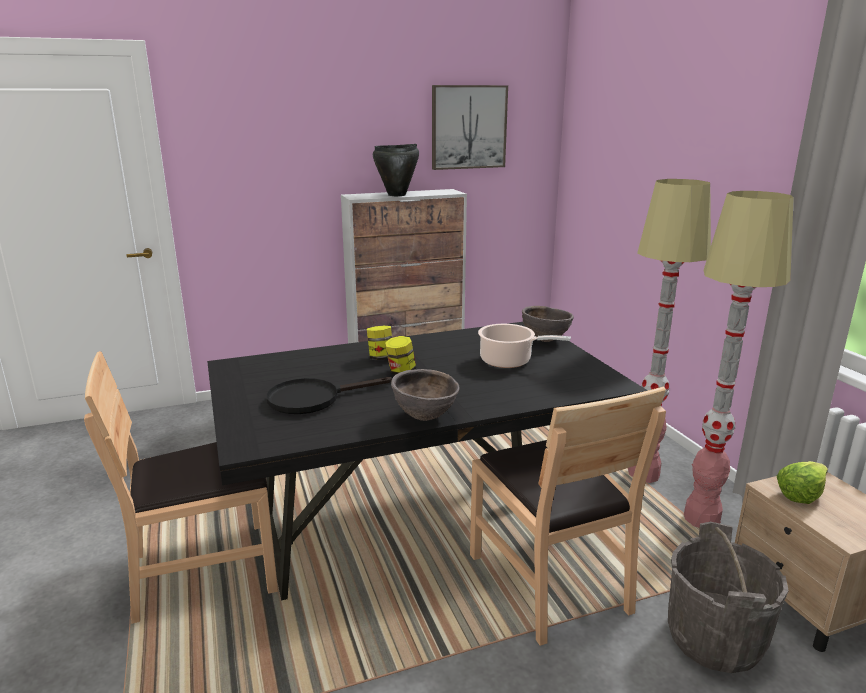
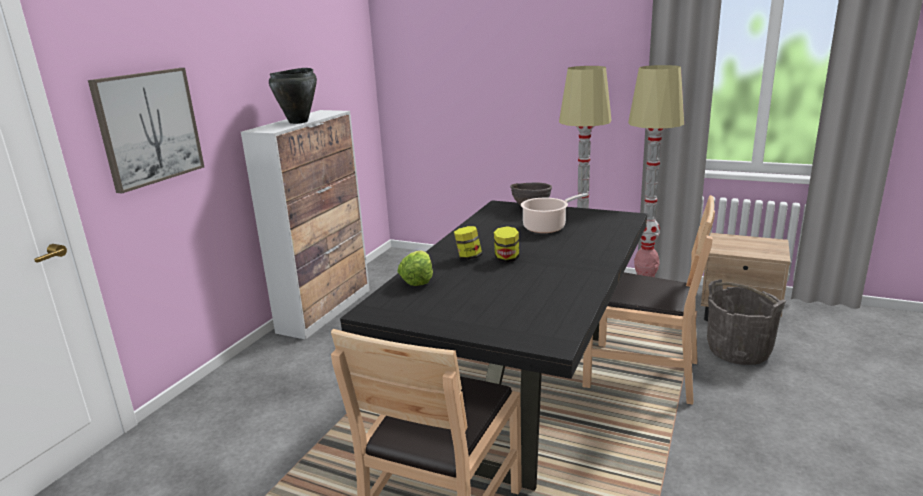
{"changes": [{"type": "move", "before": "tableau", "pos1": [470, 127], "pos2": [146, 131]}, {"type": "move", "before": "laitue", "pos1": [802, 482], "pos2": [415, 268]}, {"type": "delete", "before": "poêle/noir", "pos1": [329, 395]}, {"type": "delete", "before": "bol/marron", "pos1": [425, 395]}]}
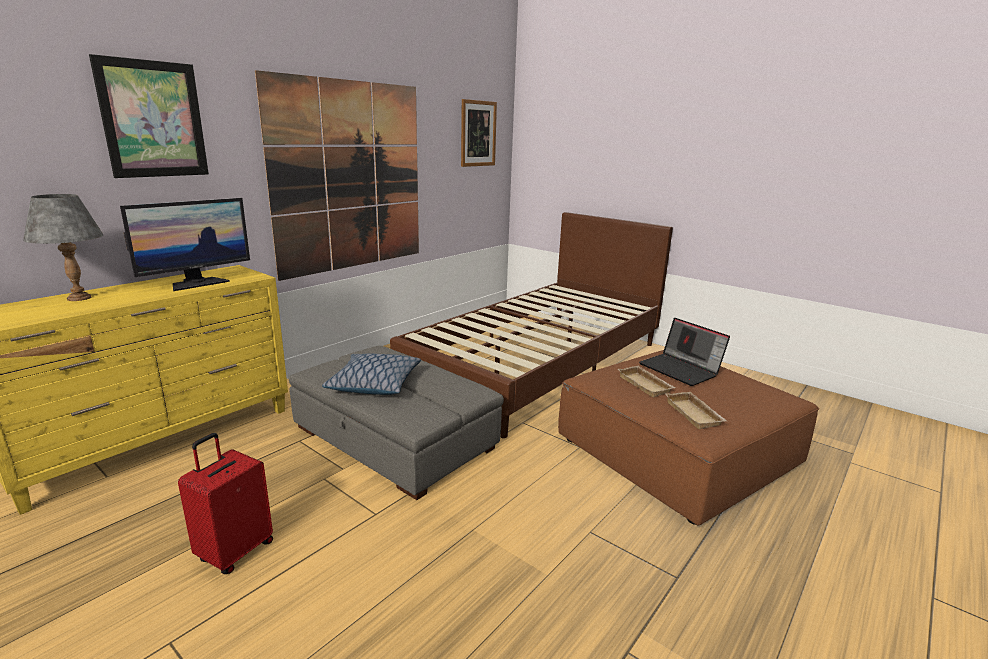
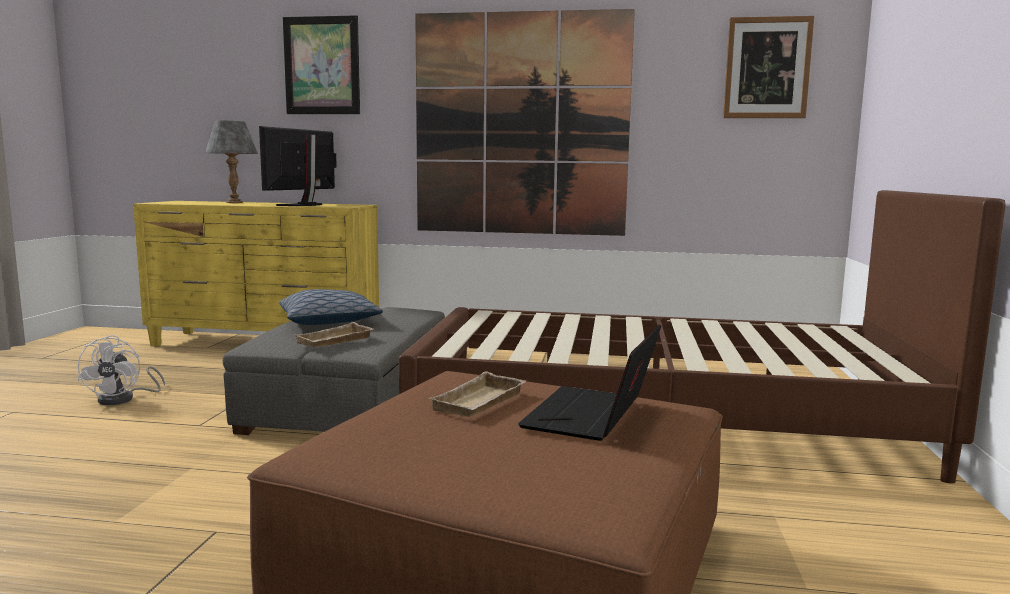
{"changes": [{"type": "replace", "before": "valise/rouge", "after": "ventilateur/blanc", "pos1": [225, 503], "pos2": [121, 370]}, {"type": "rotate", "before": "écran d'ordinateur", "pos1": [185, 244], "pos2": [298, 166], "turn": 105}, {"type": "move", "before": "plateau/beige", "pos1": [696, 410], "pos2": [333, 335]}]}
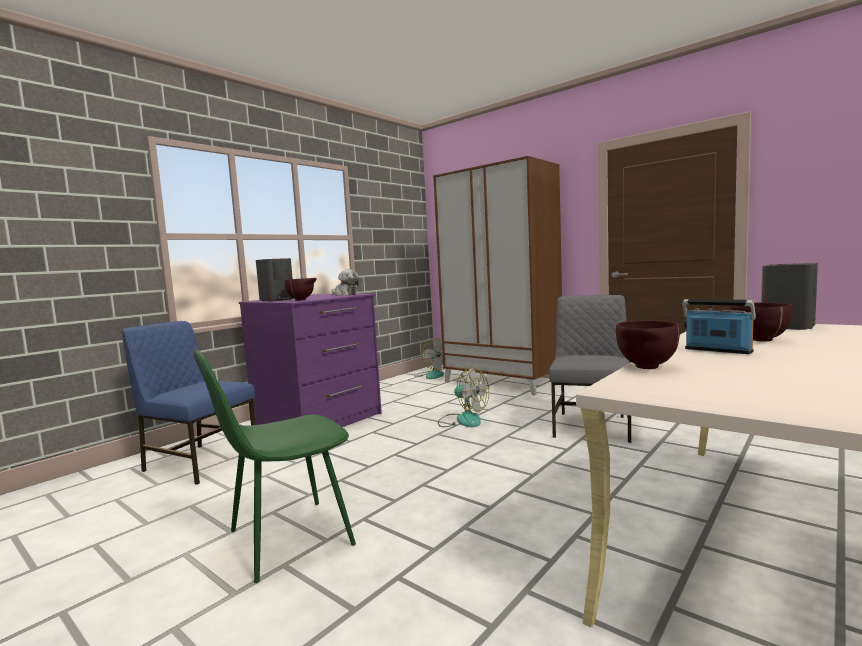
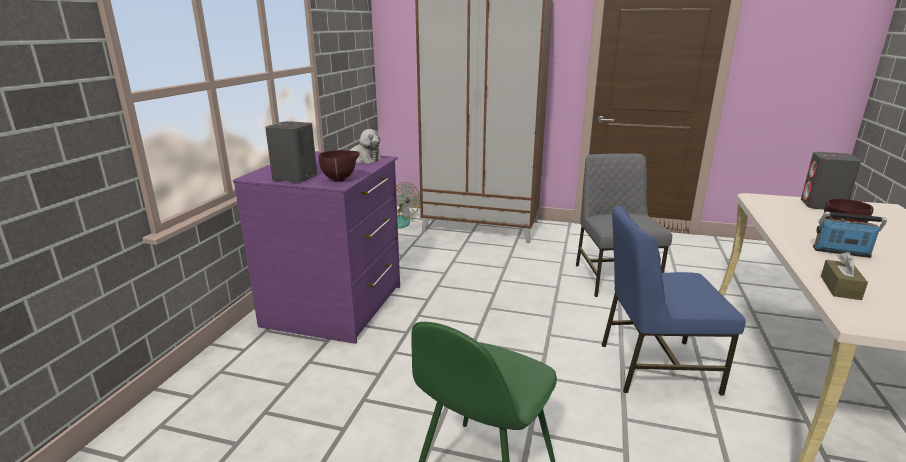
{"changes": [{"type": "move", "before": "chaise/bleu", "pos1": [188, 403], "pos2": [674, 301]}, {"type": "replace", "before": "bol/marron", "after": "boîte à mouchoirs/marron", "pos1": [648, 344], "pos2": [844, 276]}, {"type": "delete", "before": "ventilateur", "pos1": [463, 397]}]}
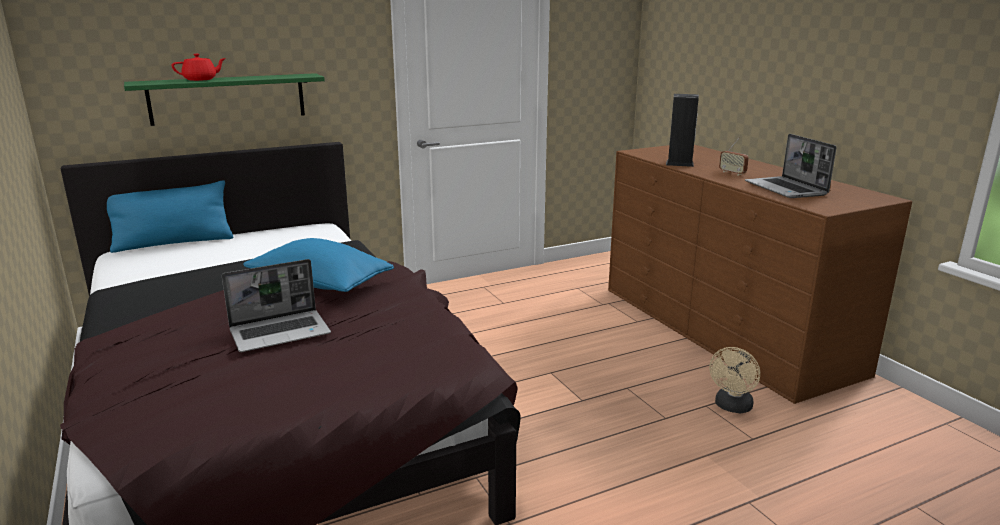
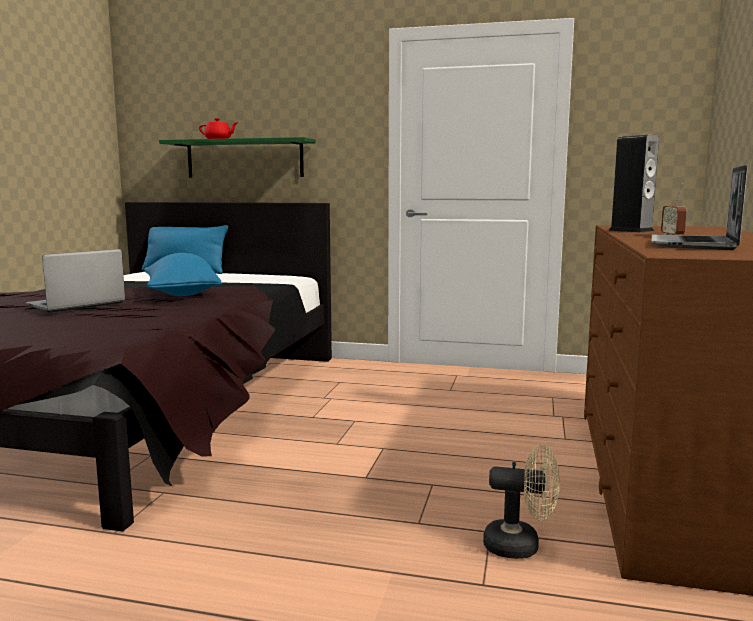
{"changes": [{"type": "rotate", "before": "ordinateur portable", "pos1": [276, 305], "pos2": [75, 281], "turn": 120}, {"type": "rotate", "before": "ventilateur/beige", "pos1": [734, 380], "pos2": [521, 502], "turn": -150}]}
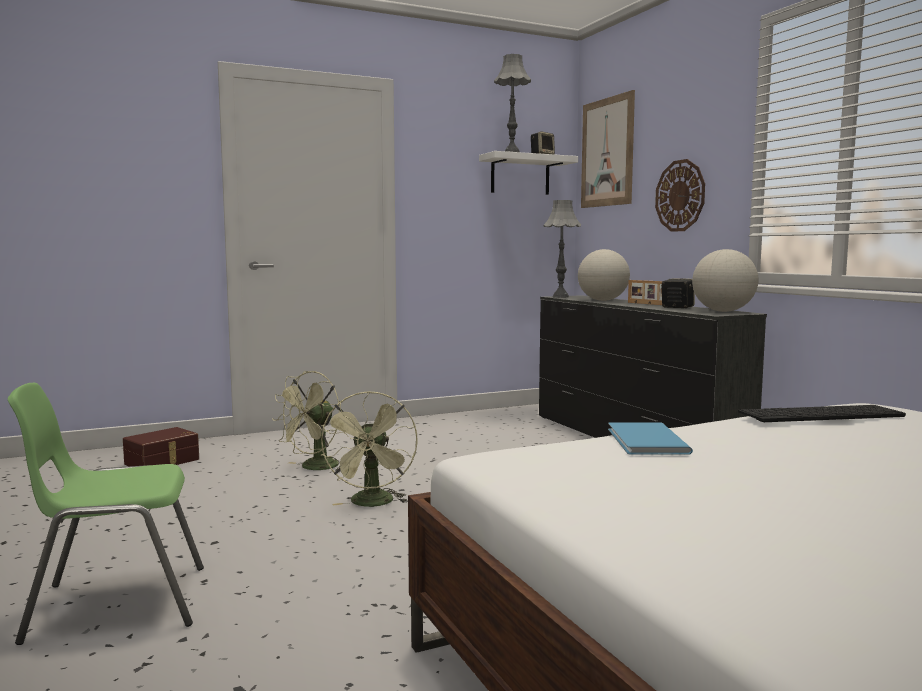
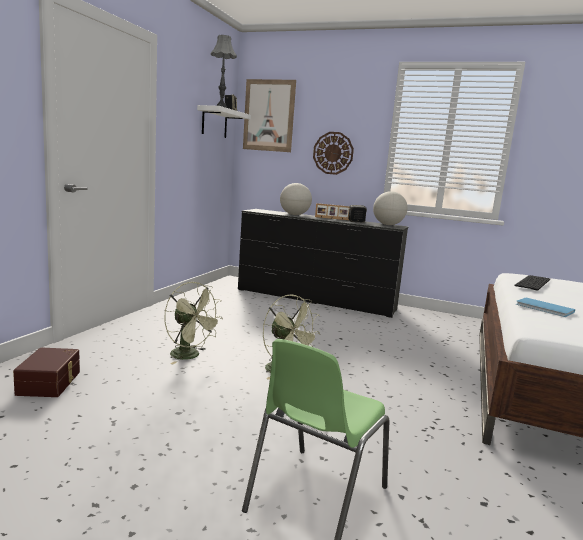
{"changes": [{"type": "rotate", "before": "ventilateur/vert", "pos1": [306, 421], "pos2": [193, 323], "turn": -45}, {"type": "delete", "before": "lampe de table/gris", "pos1": [562, 249]}]}
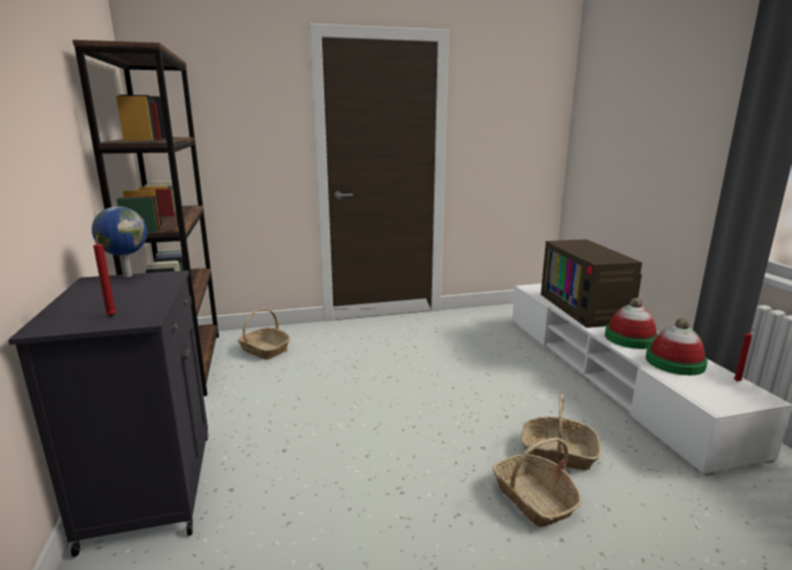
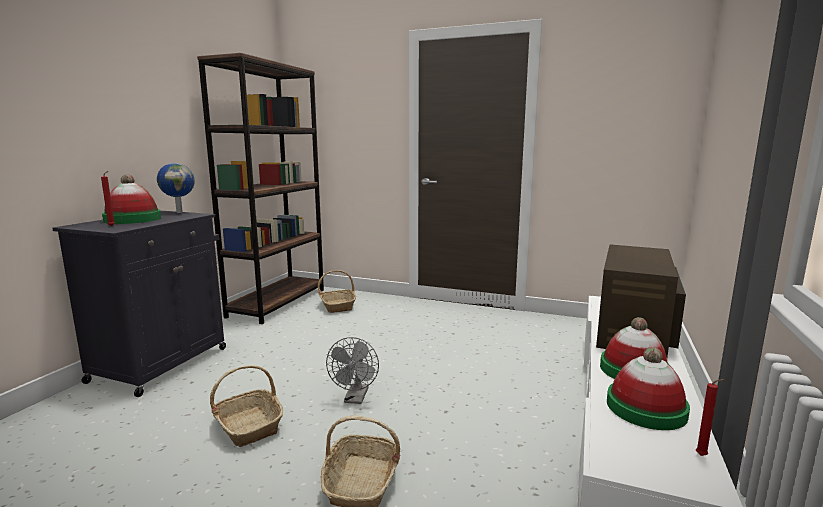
{"changes": [{"type": "insert", "after": "chapeau", "pos2": [131, 199]}, {"type": "move", "before": "panier", "pos1": [561, 432], "pos2": [246, 406]}, {"type": "insert", "after": "ventilateur/gris", "pos2": [352, 370]}]}
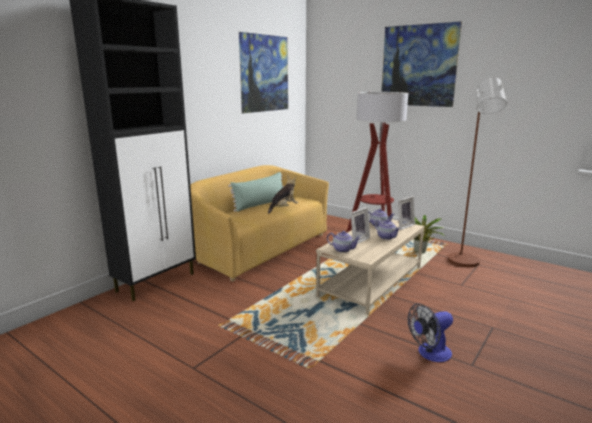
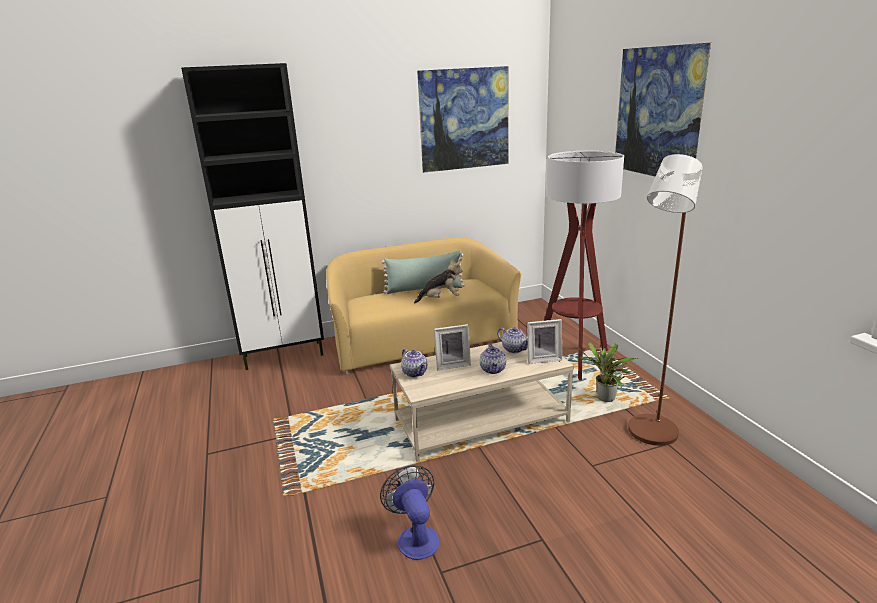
{"changes": [{"type": "rotate", "before": "ventilateur", "pos1": [430, 333], "pos2": [409, 512], "turn": 60}]}
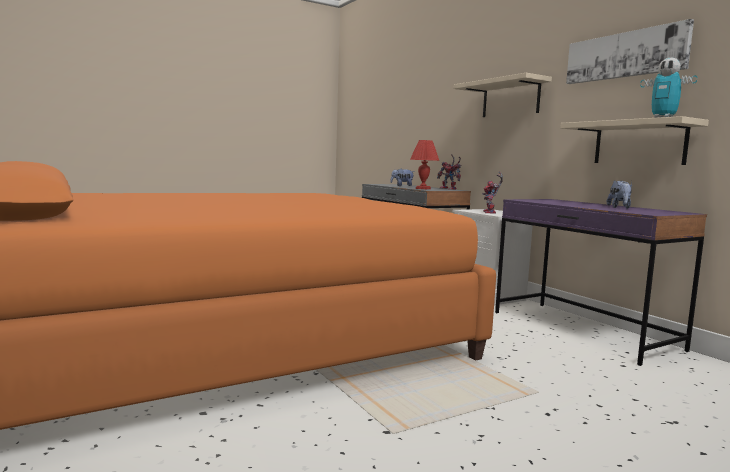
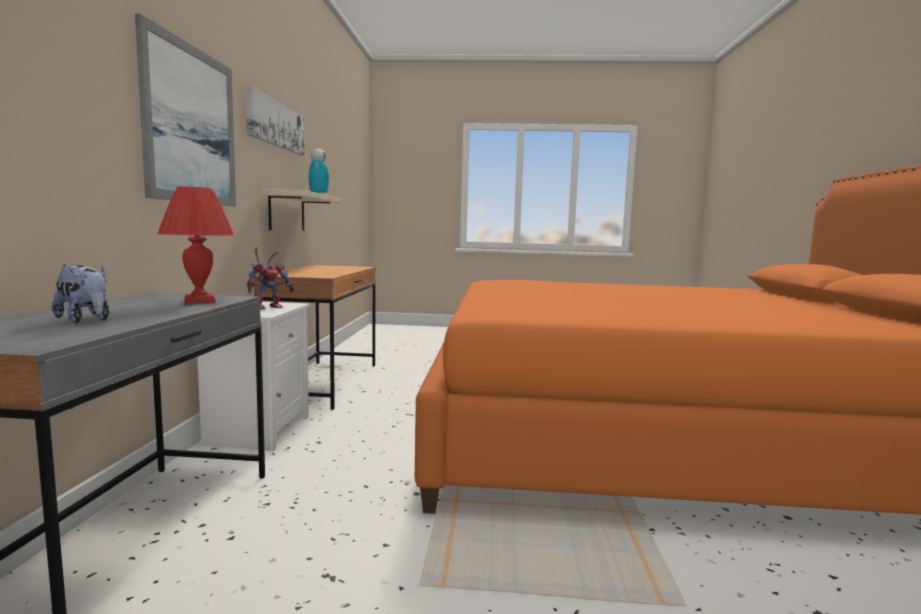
{"changes": [{"type": "replace", "before": "étagère/beige", "after": "tableau", "pos1": [503, 95], "pos2": [185, 110]}, {"type": "recolor", "before": "bureau/violet", "after": "bureau/marron", "pos1": [601, 282], "pos2": [315, 337]}, {"type": "delete", "before": "robot jouet", "pos1": [449, 172]}, {"type": "delete", "before": "peluche", "pos1": [619, 194]}]}
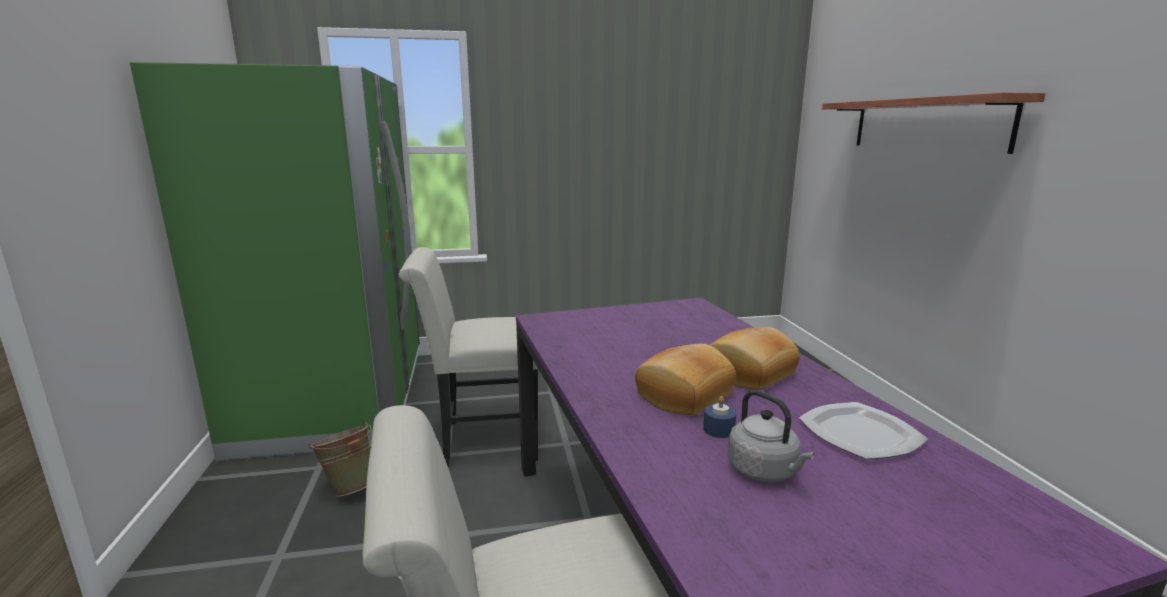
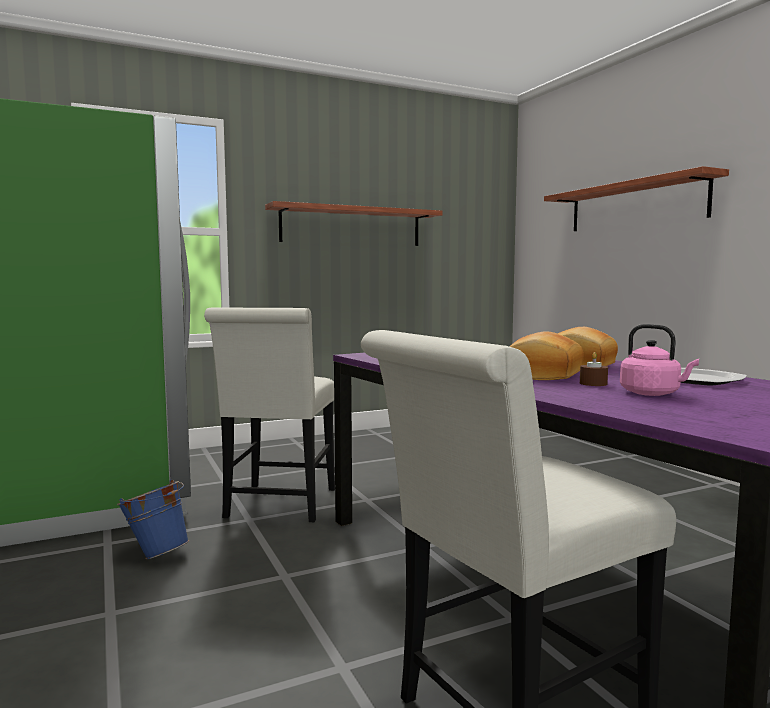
{"changes": [{"type": "recolor", "before": "seau/vert", "after": "seau/bleu", "pos1": [340, 459], "pos2": [153, 519]}, {"type": "rotate", "before": "chaise/blanc", "pos1": [468, 357], "pos2": [269, 414], "turn": -60}, {"type": "insert", "after": "étagère", "pos2": [354, 223]}, {"type": "recolor", "before": "bougie/bleu", "after": "bougie/marron", "pos1": [719, 417], "pos2": [594, 369]}, {"type": "recolor", "before": "bouilloire/gris", "after": "bouilloire/rose", "pos1": [771, 436], "pos2": [659, 360]}]}
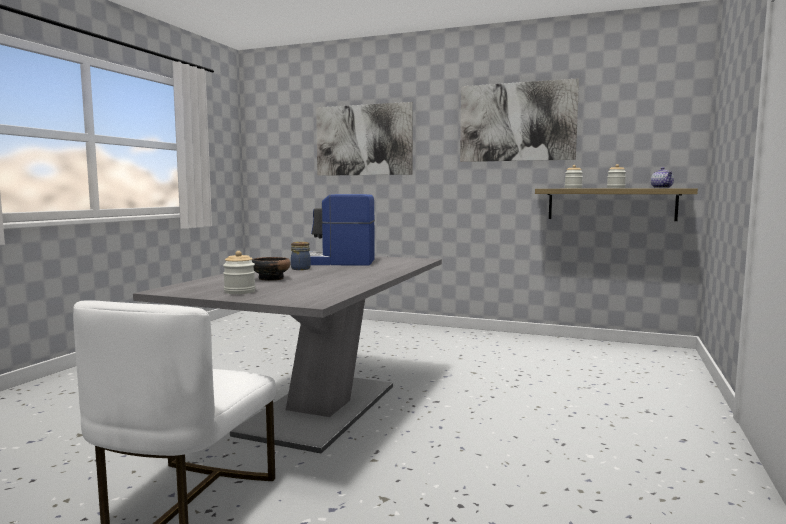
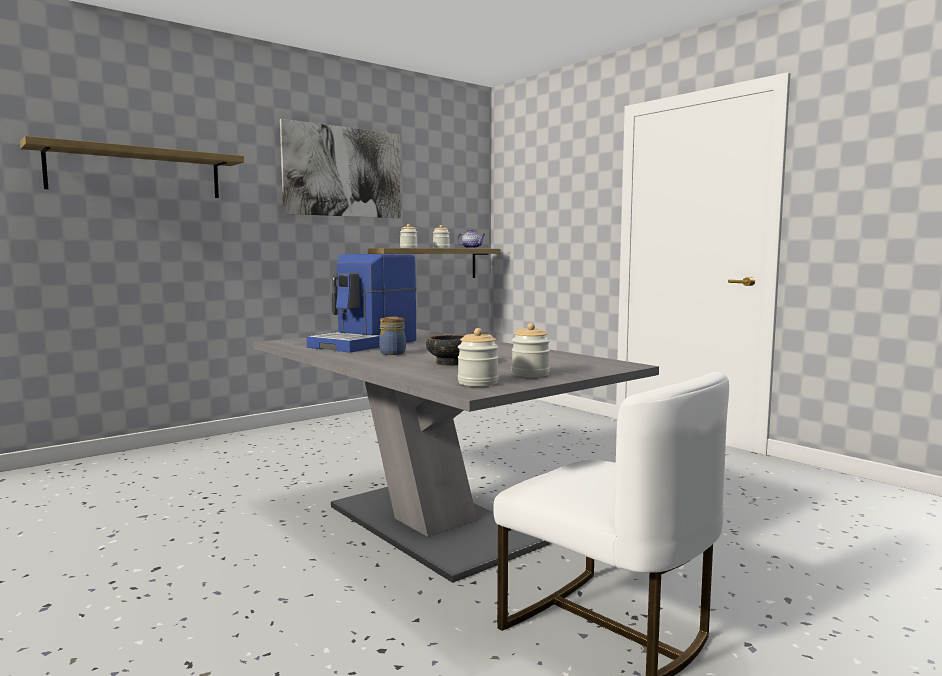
{"changes": [{"type": "replace", "before": "tableau", "after": "étagère", "pos1": [364, 139], "pos2": [132, 167]}, {"type": "insert", "after": "bocal", "pos2": [478, 357]}]}
